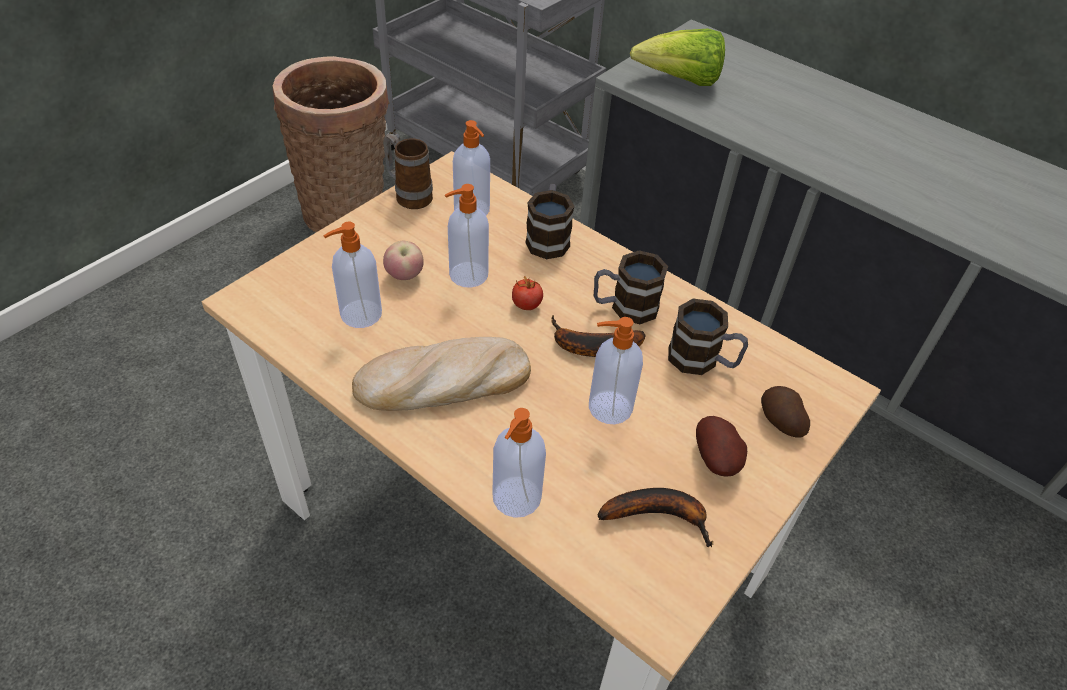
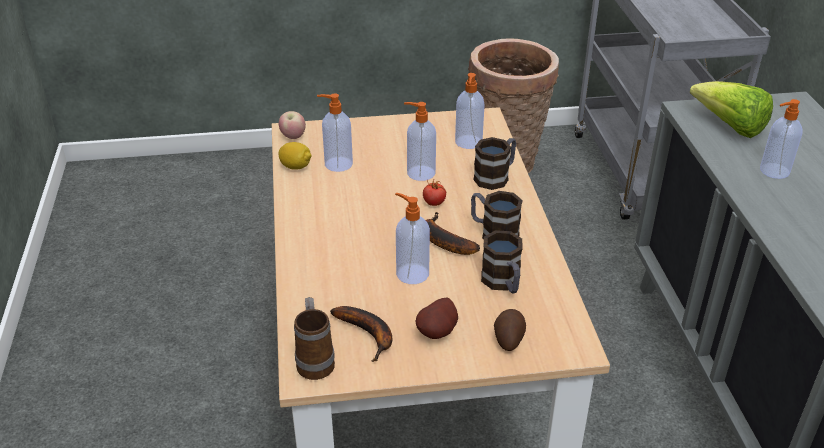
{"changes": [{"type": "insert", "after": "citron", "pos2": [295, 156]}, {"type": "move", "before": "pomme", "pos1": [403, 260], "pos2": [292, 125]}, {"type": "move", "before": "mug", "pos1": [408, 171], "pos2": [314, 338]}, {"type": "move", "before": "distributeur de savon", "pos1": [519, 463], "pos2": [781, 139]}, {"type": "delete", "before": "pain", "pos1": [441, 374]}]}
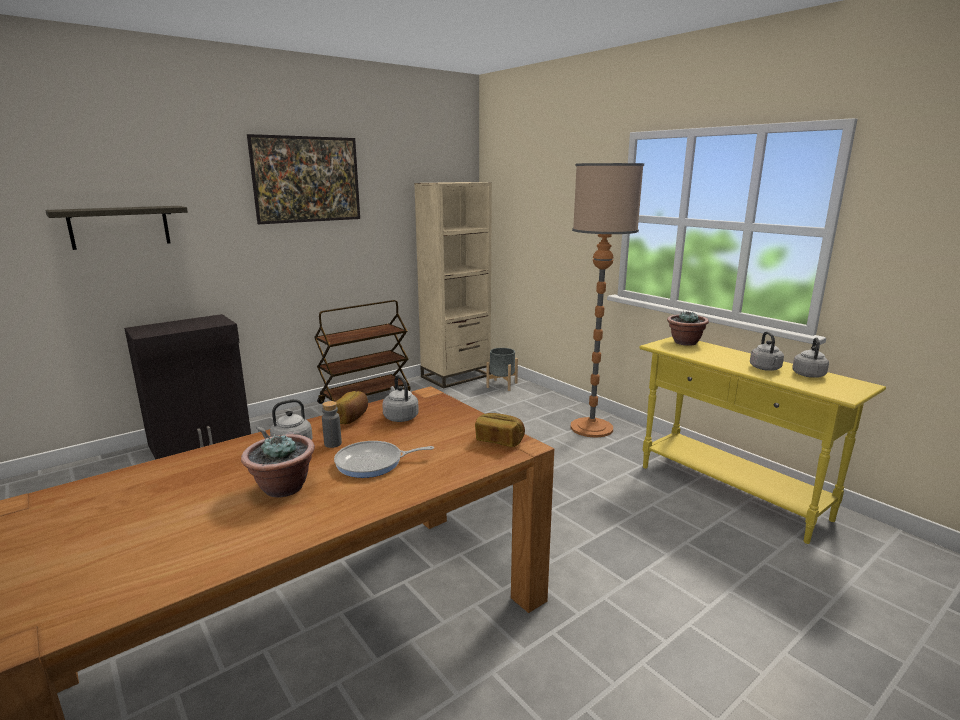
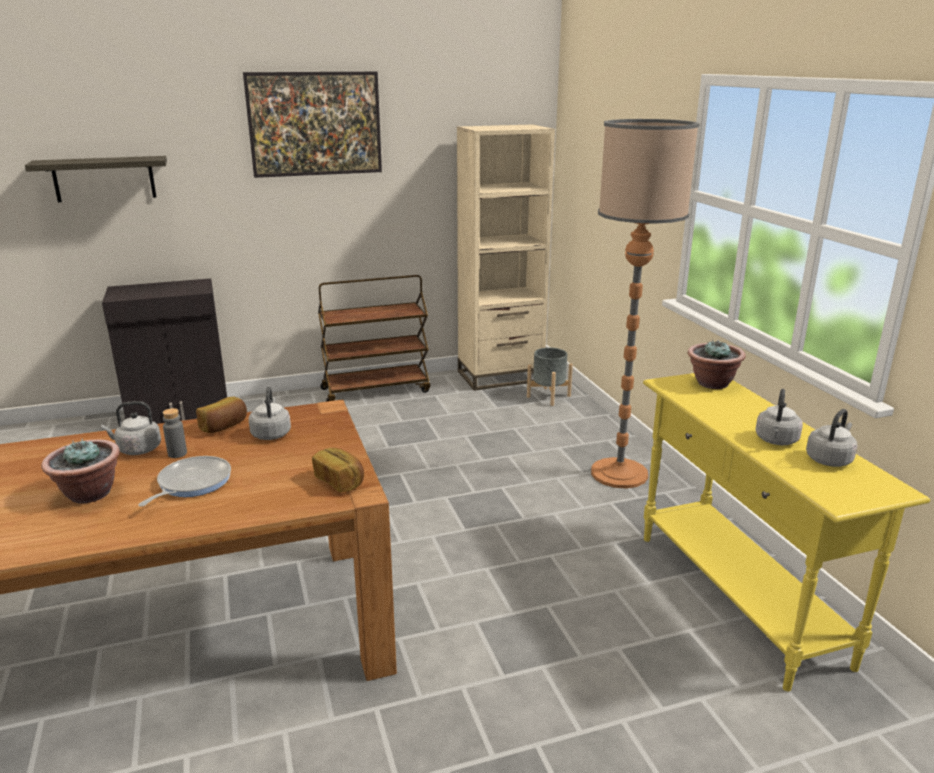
{"changes": [{"type": "rotate", "before": "poêle", "pos1": [384, 459], "pos2": [184, 481], "turn": 105}]}
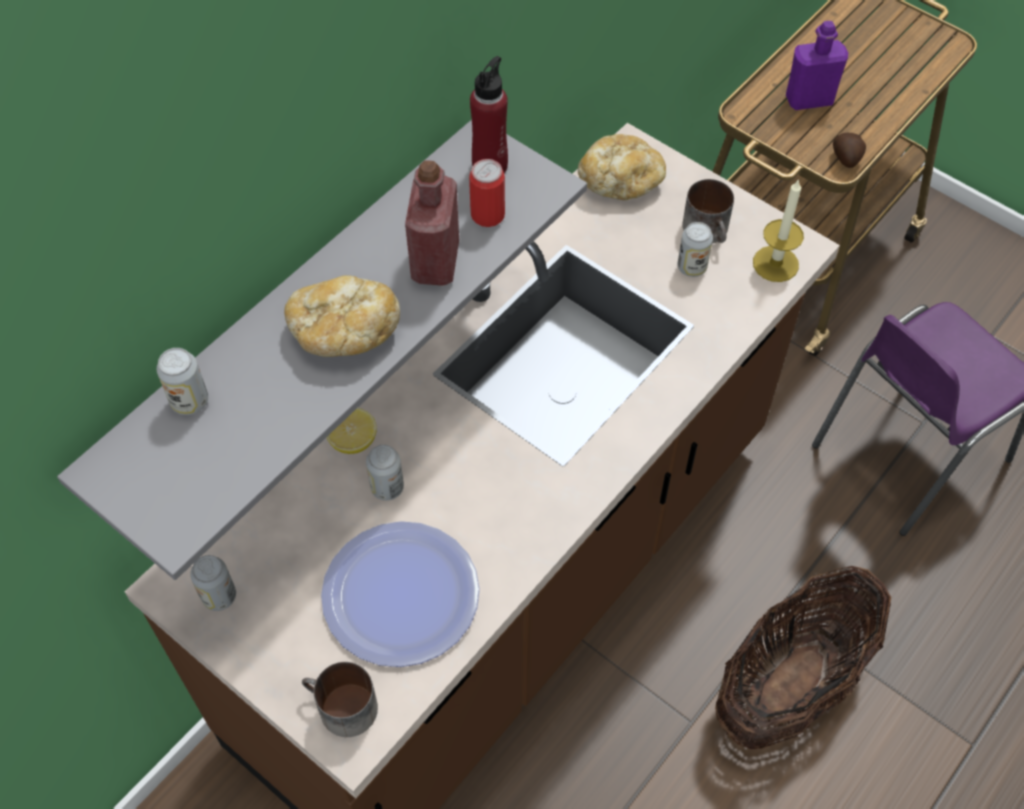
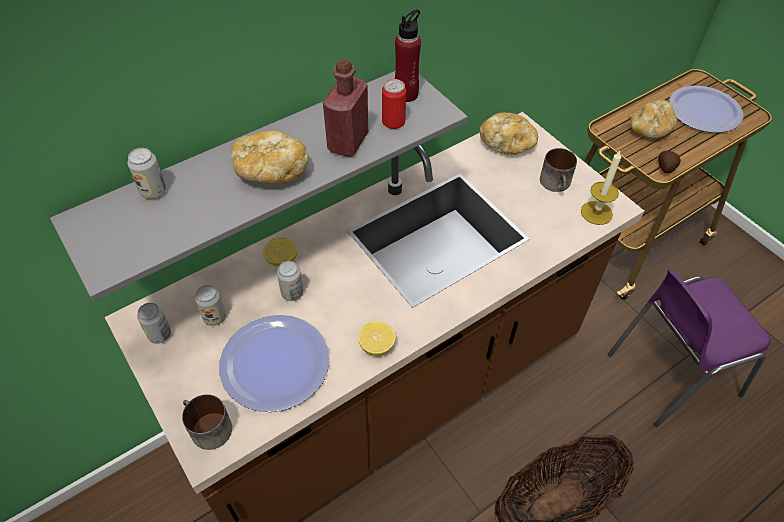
{"changes": [{"type": "move", "before": "boîte métallique", "pos1": [695, 249], "pos2": [210, 305]}, {"type": "insert", "after": "citron", "pos2": [377, 338]}, {"type": "replace", "before": "bouteille/violet", "after": "pain", "pos1": [817, 65], "pos2": [654, 119]}, {"type": "insert", "after": "assiette", "pos2": [706, 109]}]}
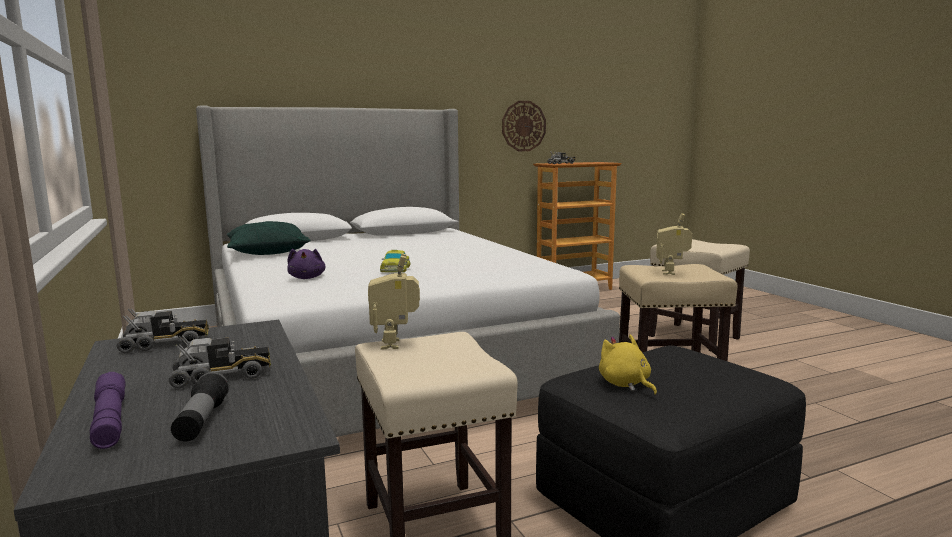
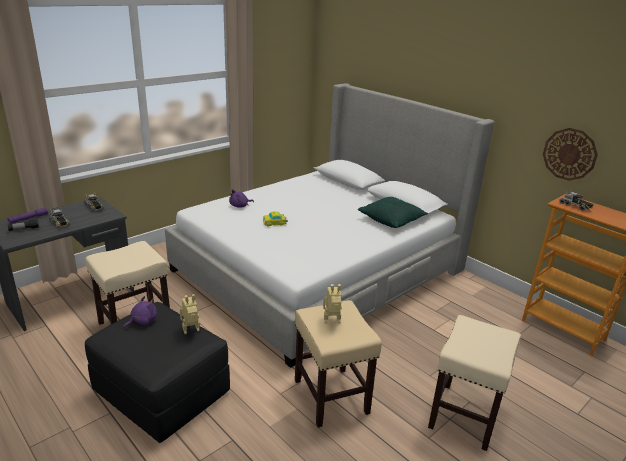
{"changes": [{"type": "recolor", "before": "peluche/jaune", "after": "peluche/violet", "pos1": [628, 364], "pos2": [140, 312]}, {"type": "move", "before": "robot jouet", "pos1": [394, 301], "pos2": [190, 314]}, {"type": "move", "before": "coussin/vert", "pos1": [268, 238], "pos2": [393, 212]}]}
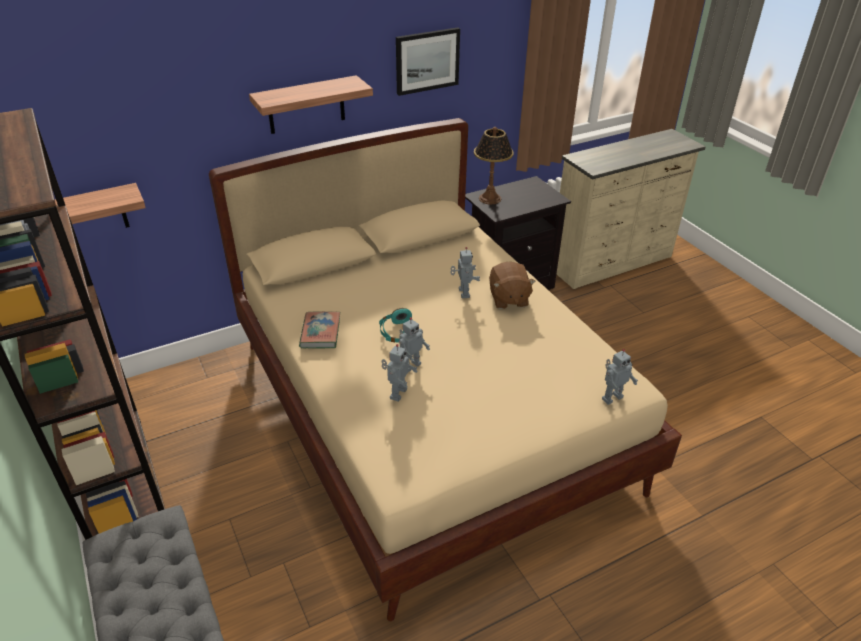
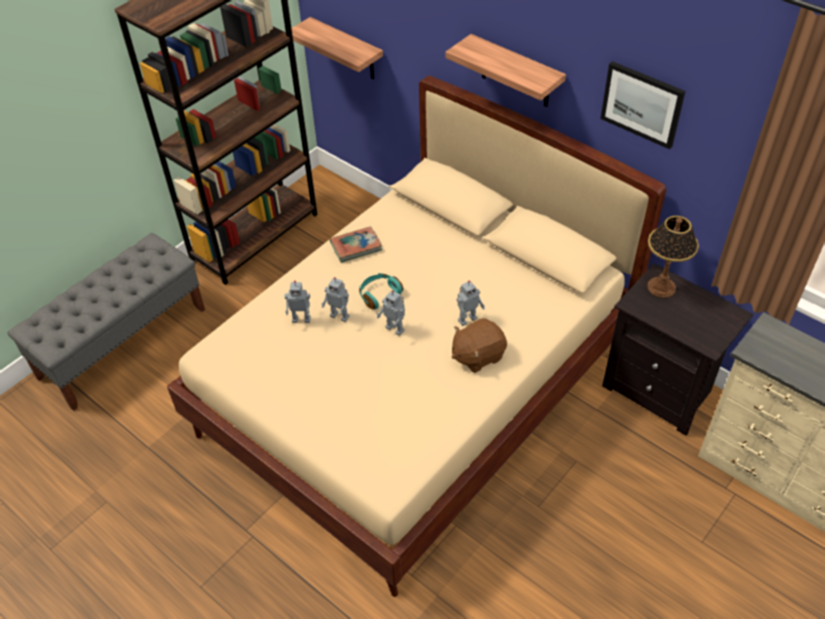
{"changes": [{"type": "move", "before": "robot jouet", "pos1": [620, 377], "pos2": [391, 313]}]}
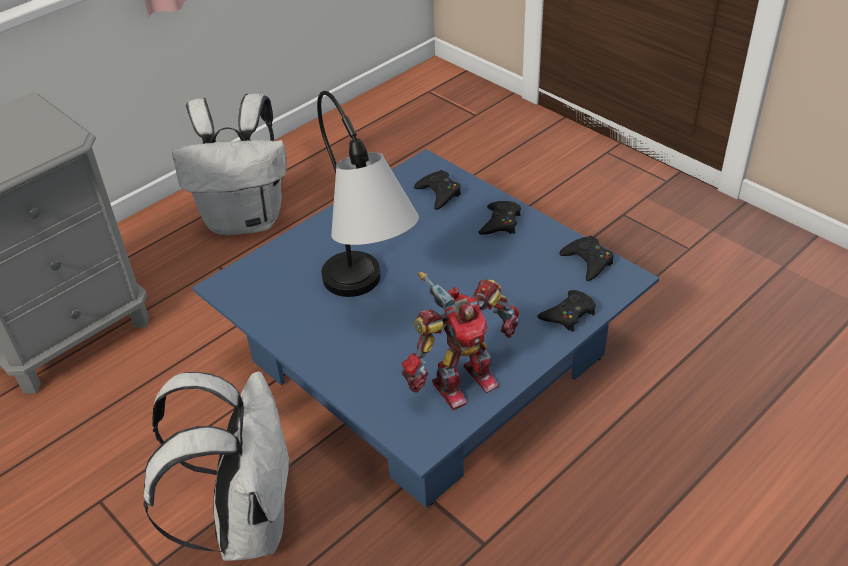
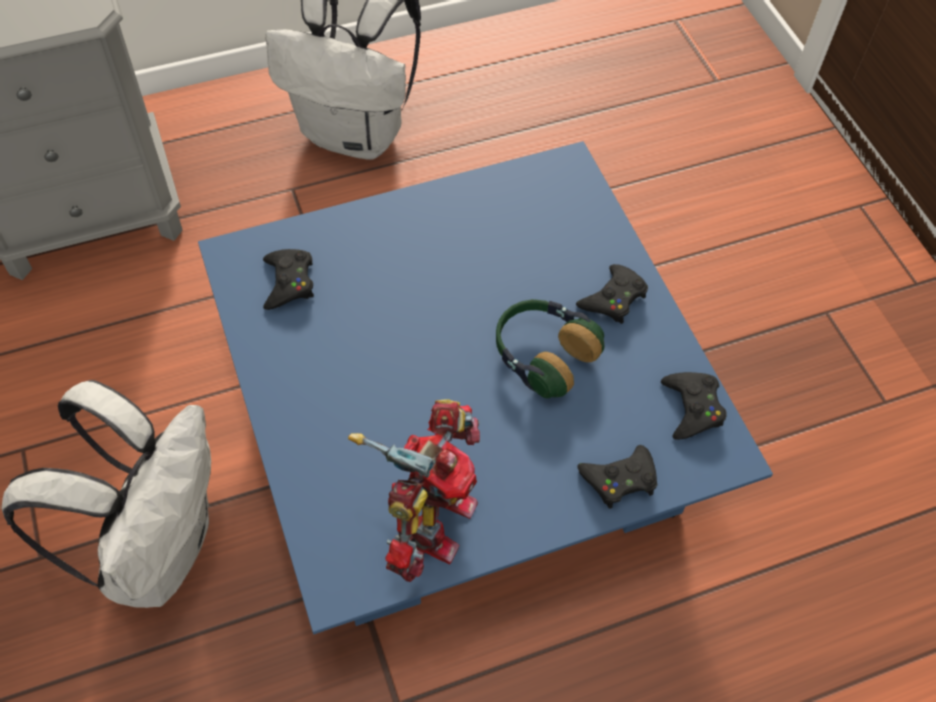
{"changes": [{"type": "move", "before": "manette/noir", "pos1": [437, 190], "pos2": [288, 279]}, {"type": "rotate", "before": "robot jouet", "pos1": [460, 341], "pos2": [414, 490], "turn": -60}, {"type": "insert", "after": "casque audio", "pos2": [550, 348]}, {"type": "delete", "before": "lampe de table", "pos1": [368, 194]}]}
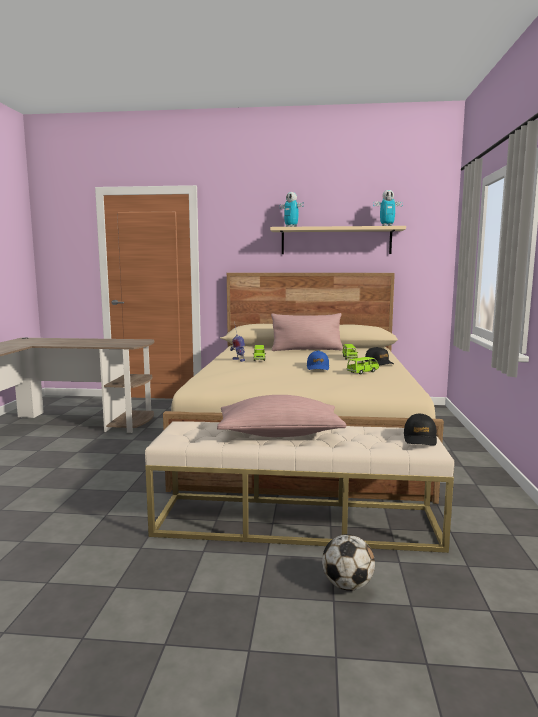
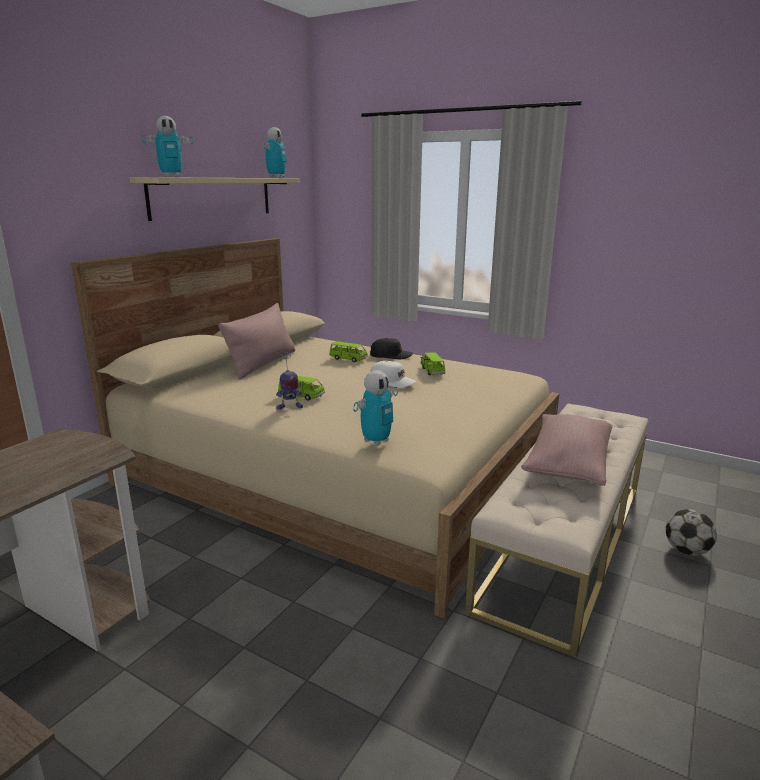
{"changes": [{"type": "insert", "after": "robot jouet", "pos2": [375, 408]}, {"type": "recolor", "before": "casquette/bleu", "after": "casquette/blanc", "pos1": [318, 360], "pos2": [393, 374]}, {"type": "delete", "before": "casquette/noir", "pos1": [420, 430]}]}
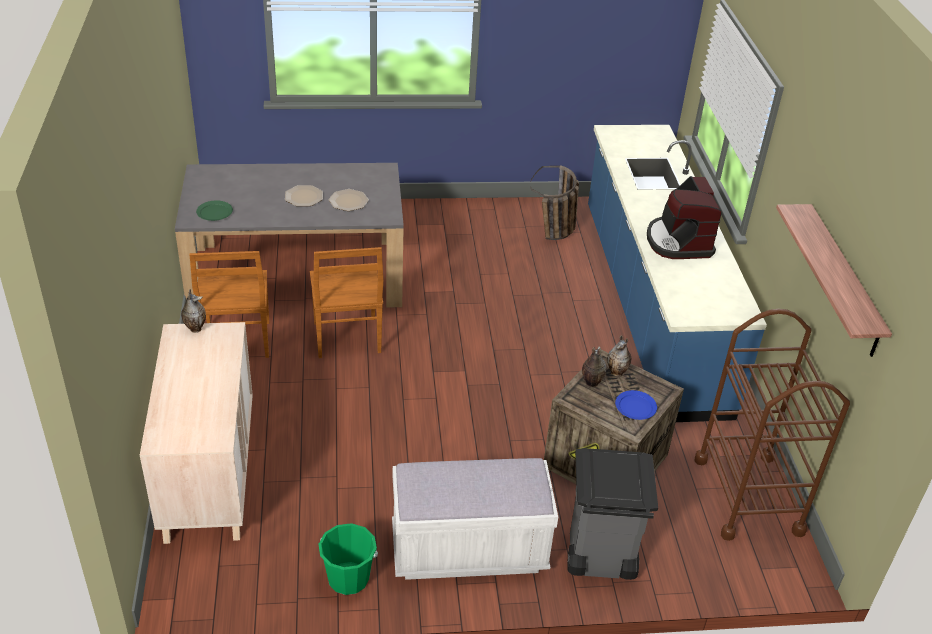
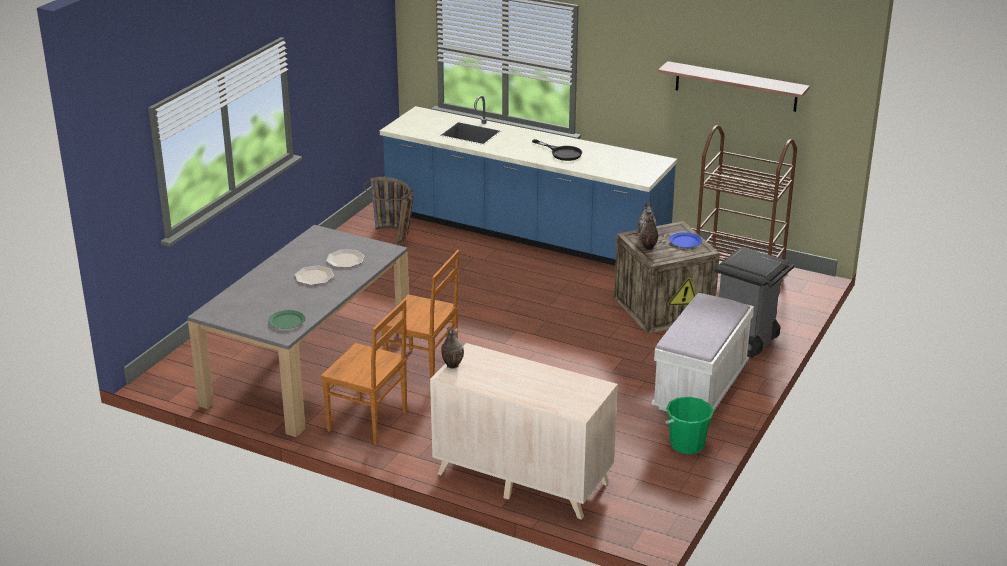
{"changes": [{"type": "replace", "before": "machine à café", "after": "poêle/noir", "pos1": [684, 217], "pos2": [557, 150]}]}
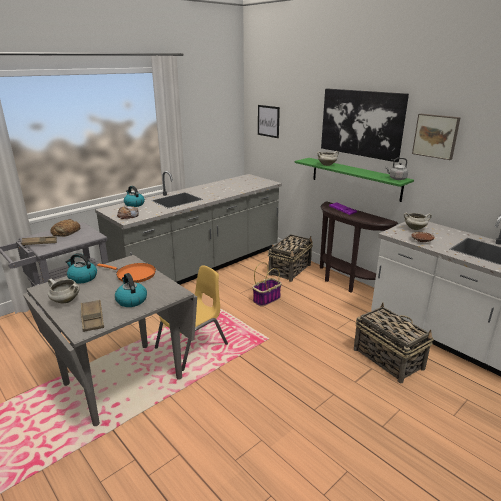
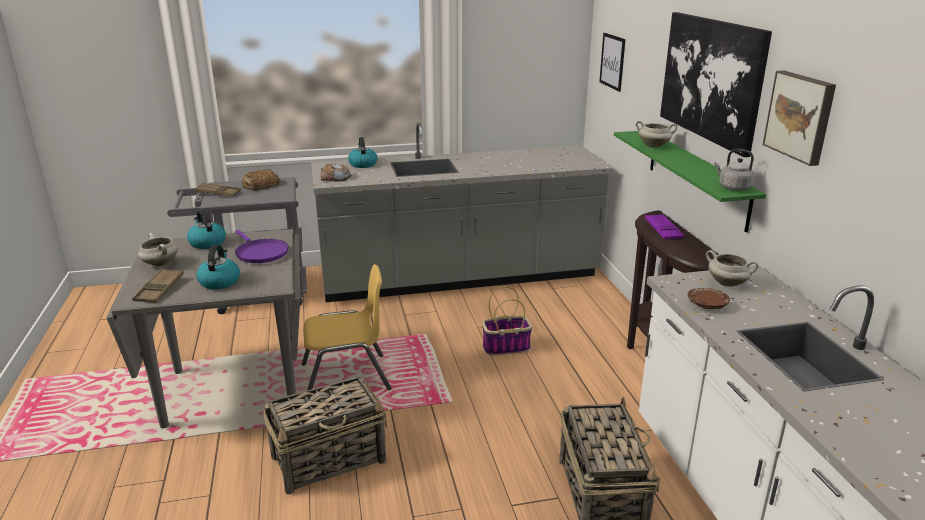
{"changes": [{"type": "recolor", "before": "poêle/orange", "after": "poêle/violet", "pos1": [126, 273], "pos2": [262, 246]}, {"type": "move", "before": "panier", "pos1": [290, 258], "pos2": [325, 435]}]}
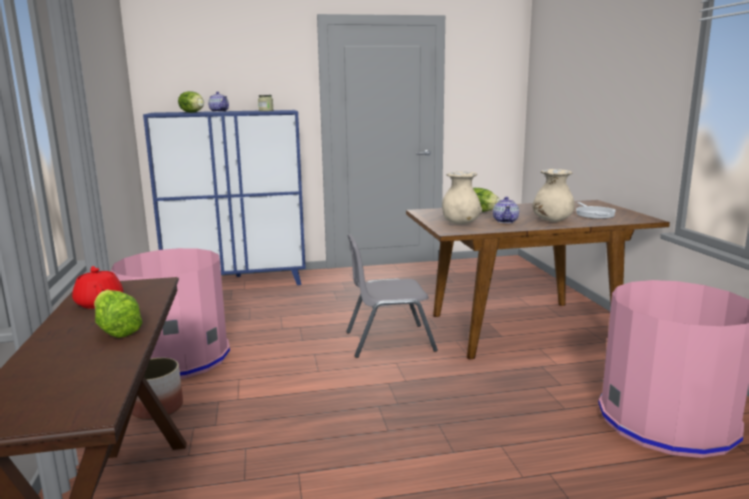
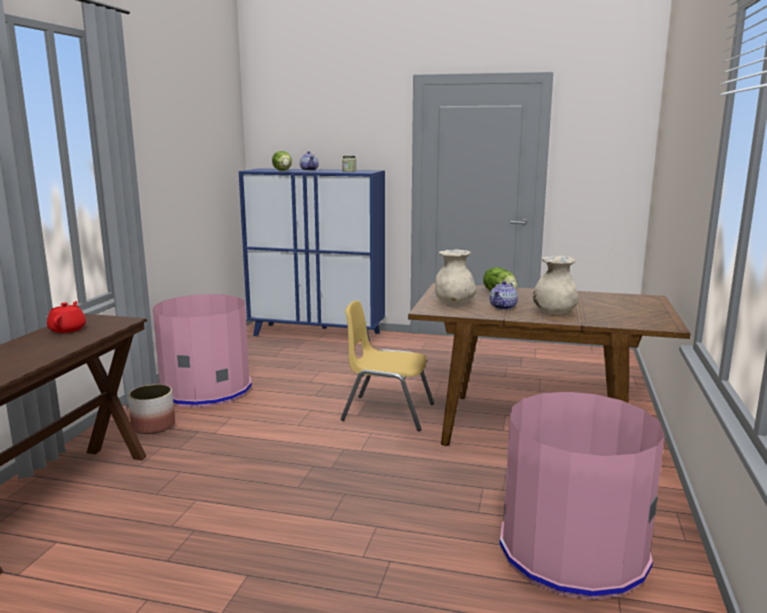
{"changes": [{"type": "recolor", "before": "chaise/gris", "after": "chaise/jaune", "pos1": [392, 296], "pos2": [387, 365]}, {"type": "delete", "before": "laitue", "pos1": [118, 313]}, {"type": "delete", "before": "poêle", "pos1": [596, 210]}]}
